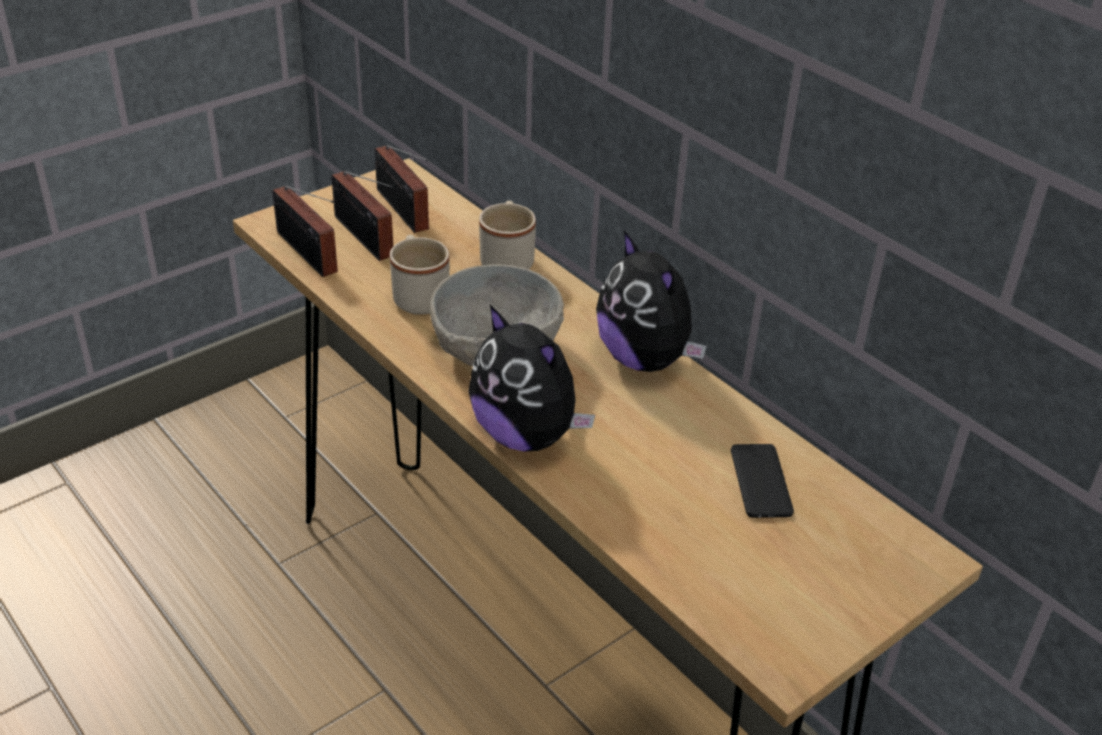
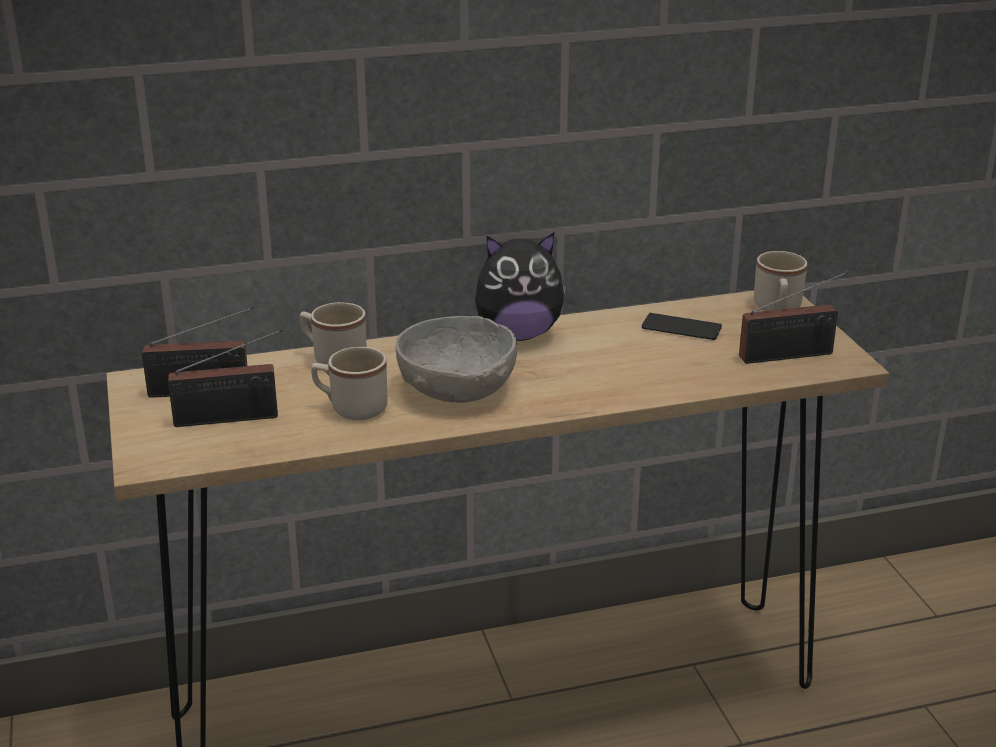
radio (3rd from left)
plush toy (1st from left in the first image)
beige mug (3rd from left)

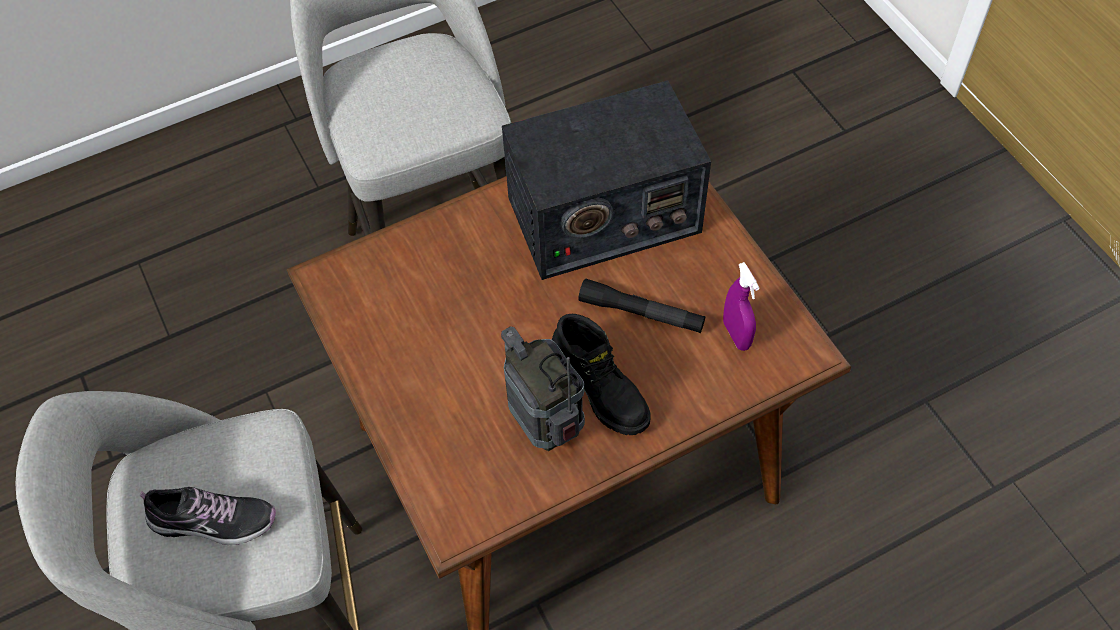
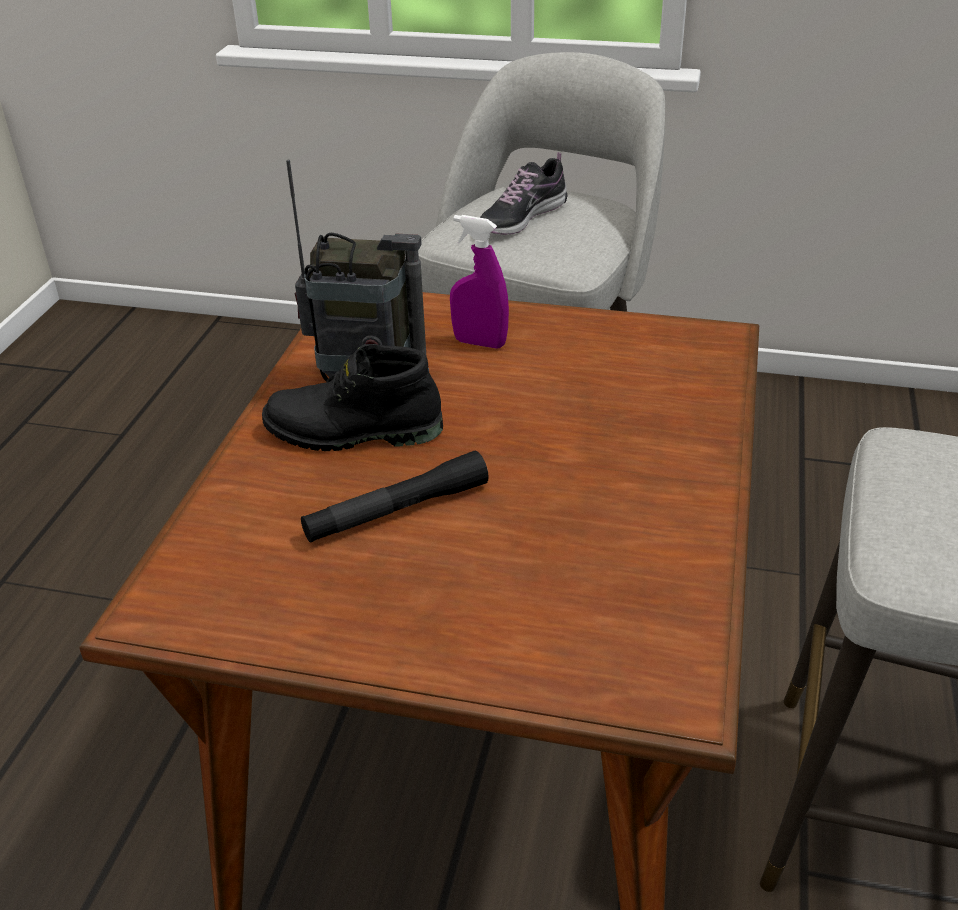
radio (2nd from left in the first image)
purple spray bottle

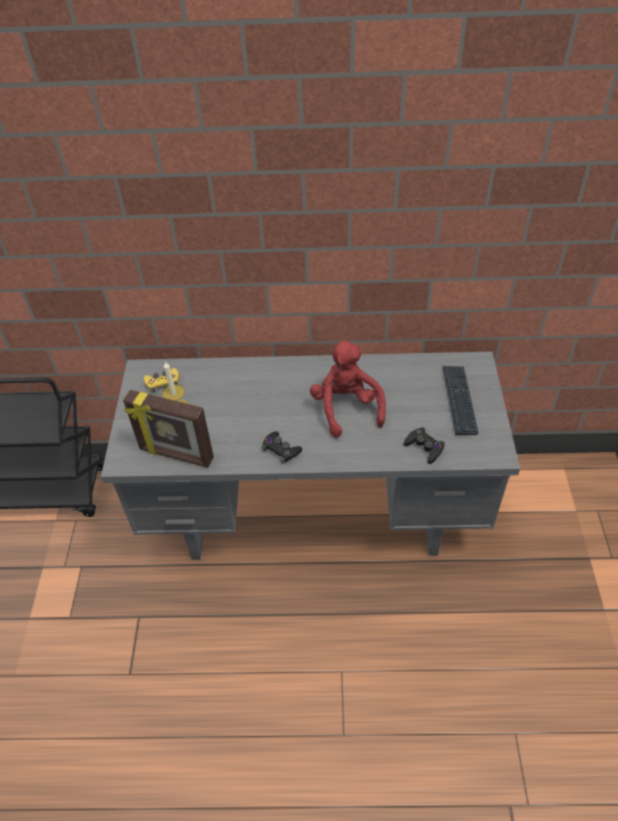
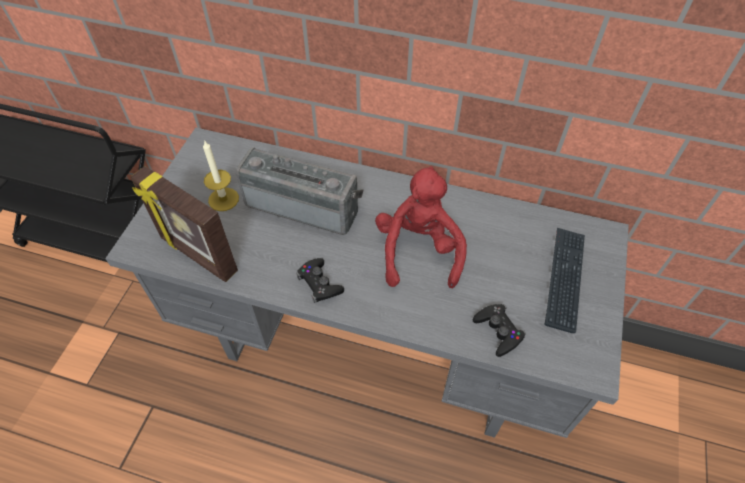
yellow game controller
radio

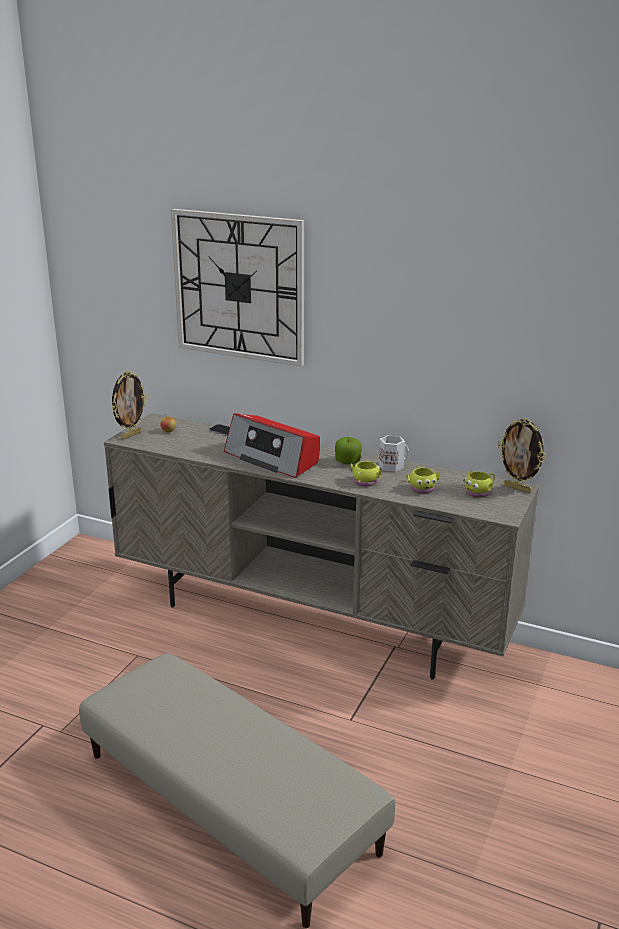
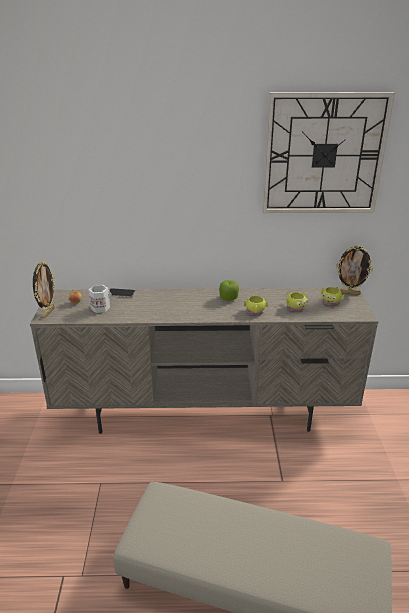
wall clock
radio
white mug

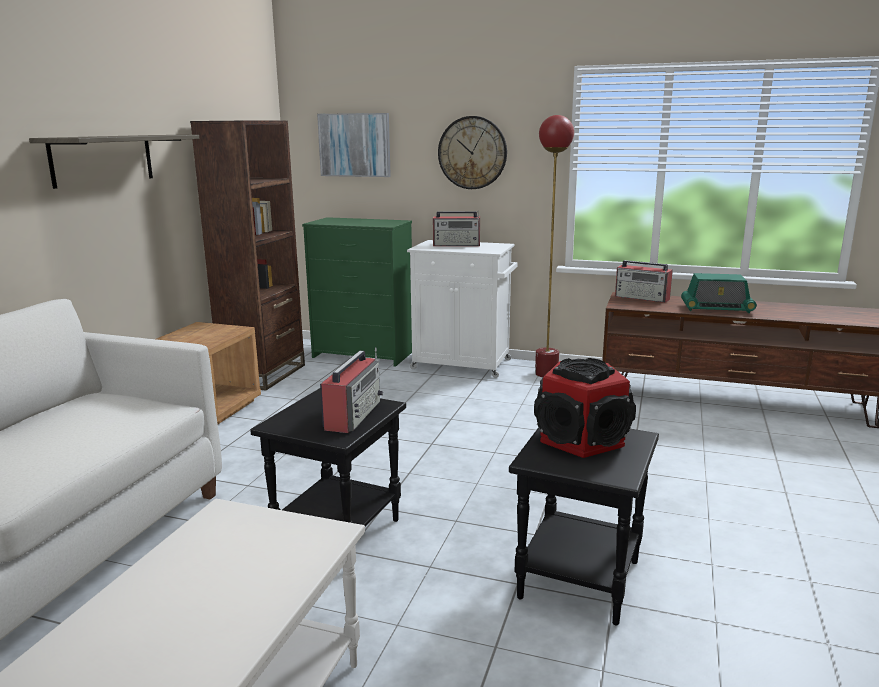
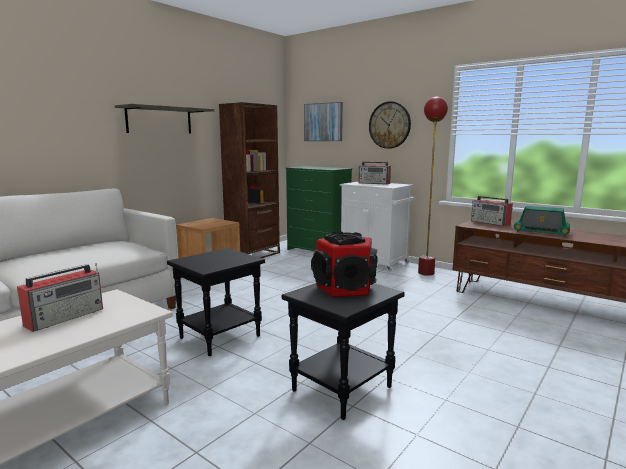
radio (1st from left)

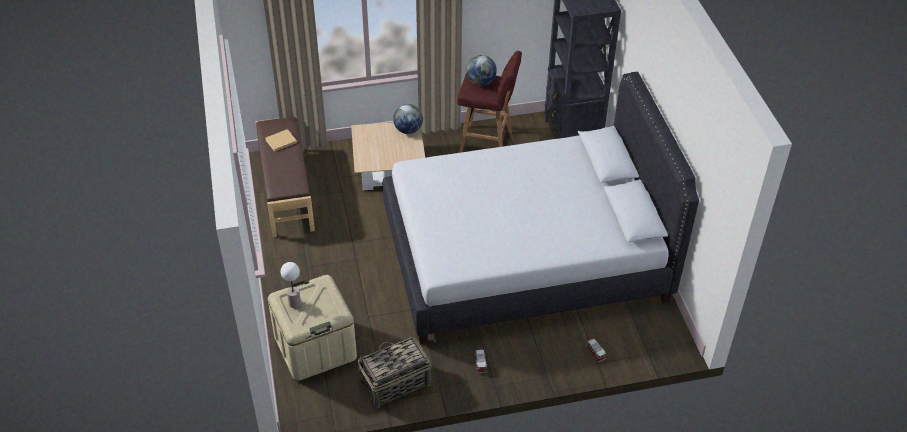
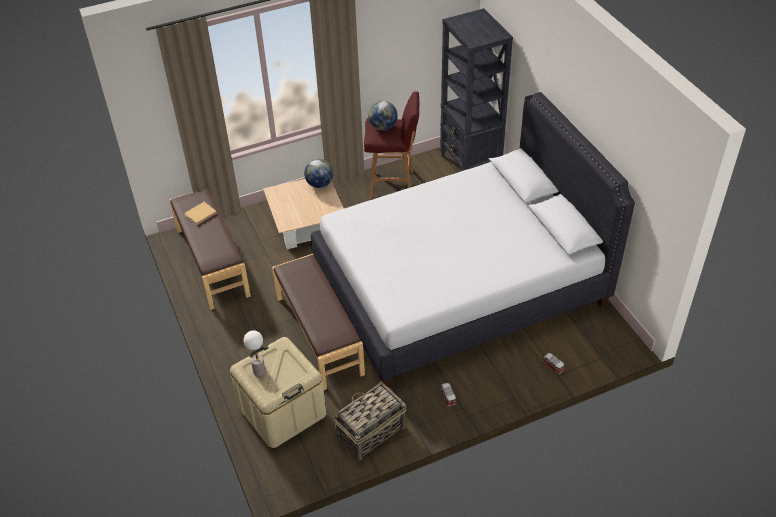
brown bench (2nd from left)

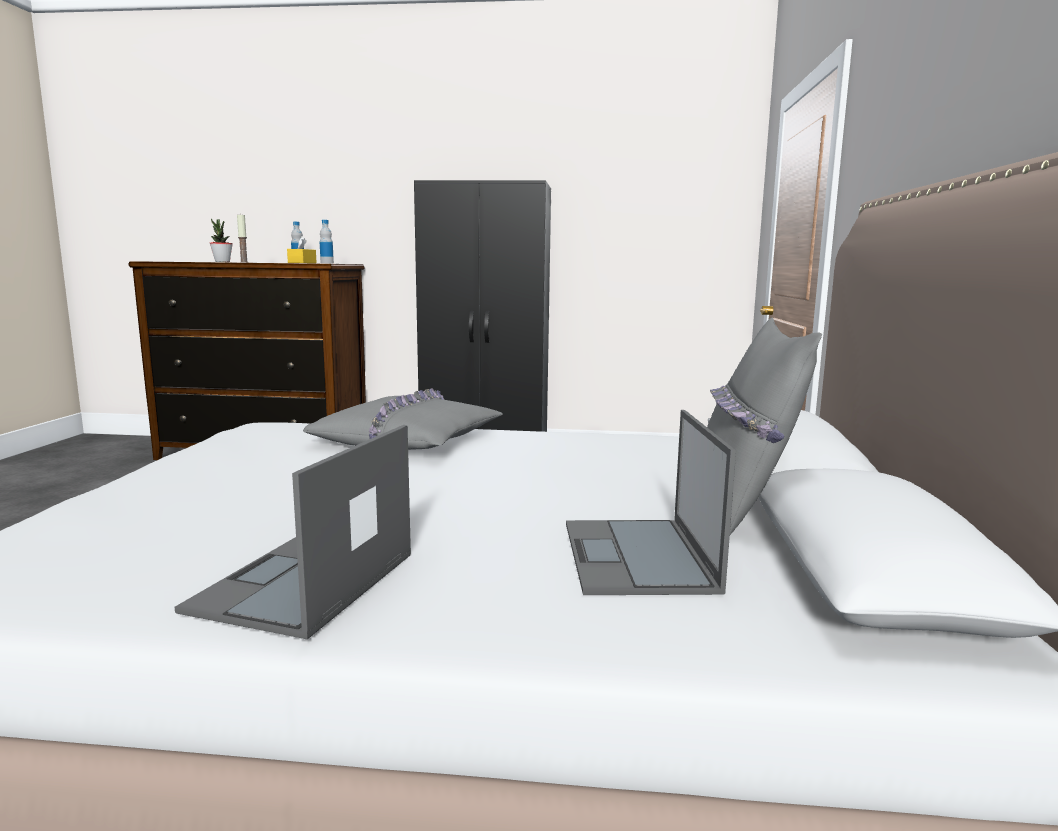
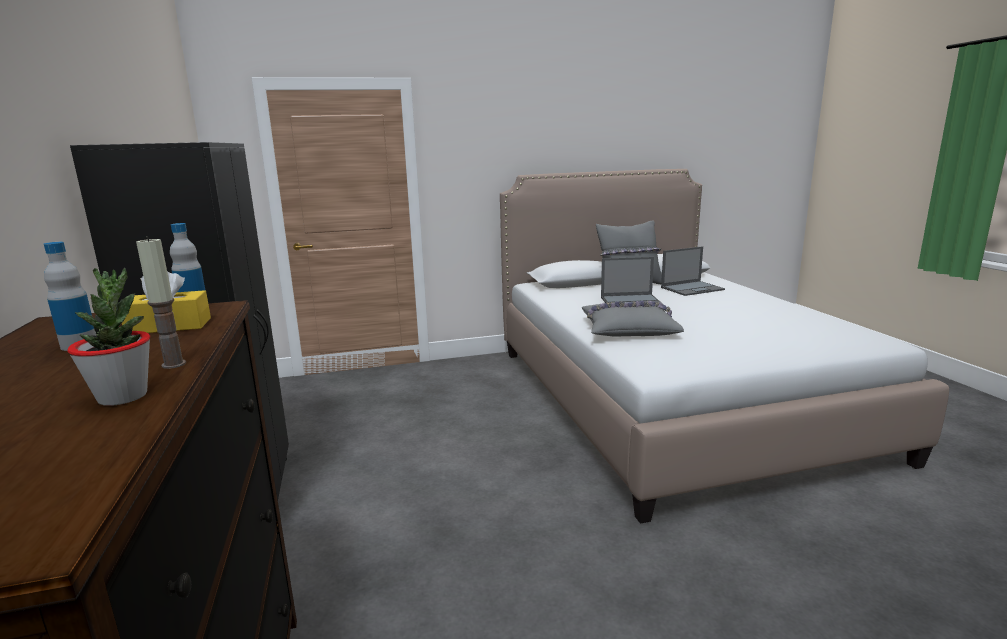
laptop (1st from left)

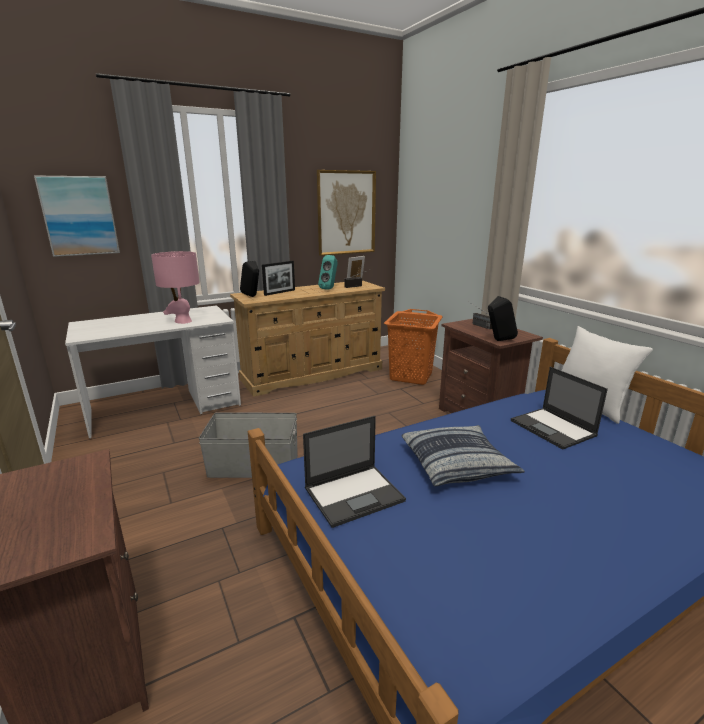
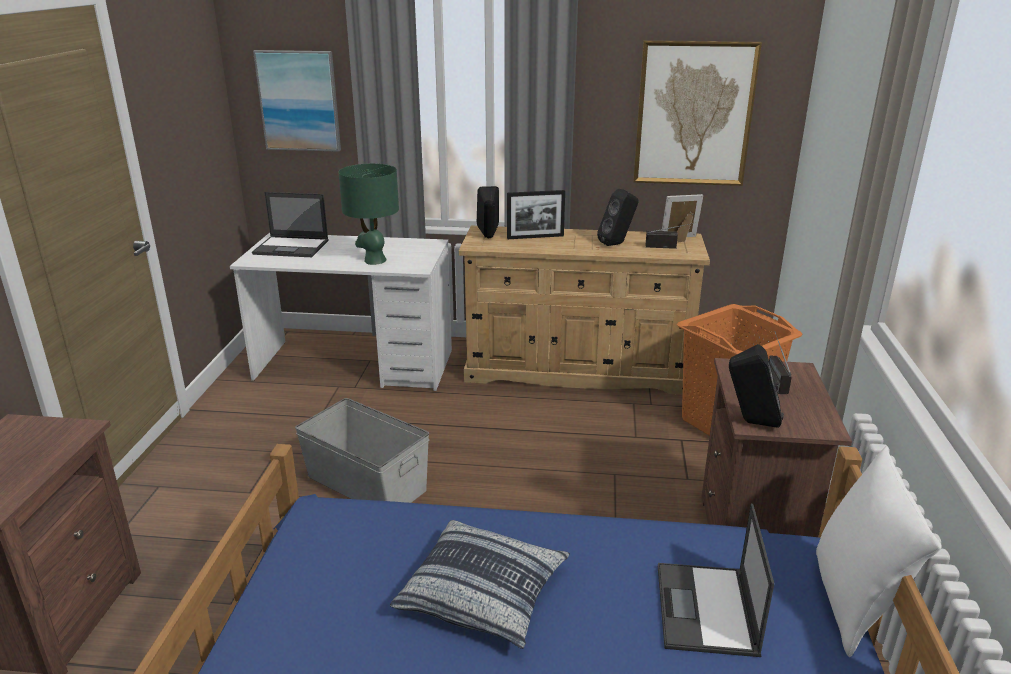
green table lamp
laptop (1st from left)
black speaker (2nd from left)

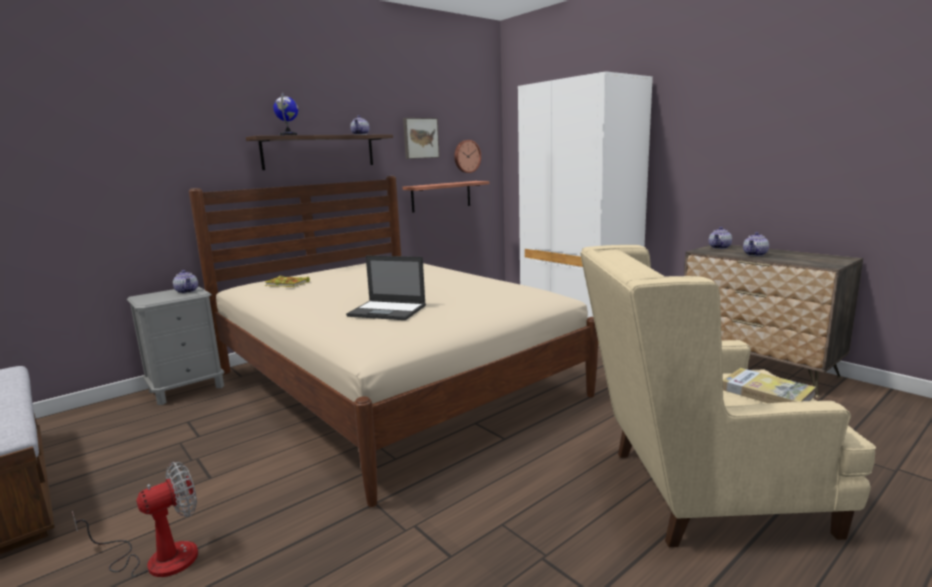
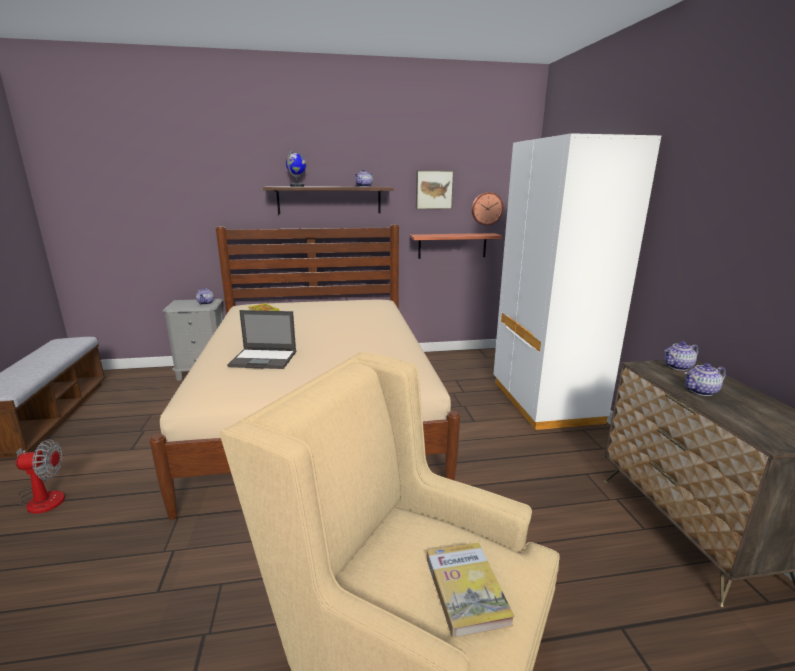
laptop

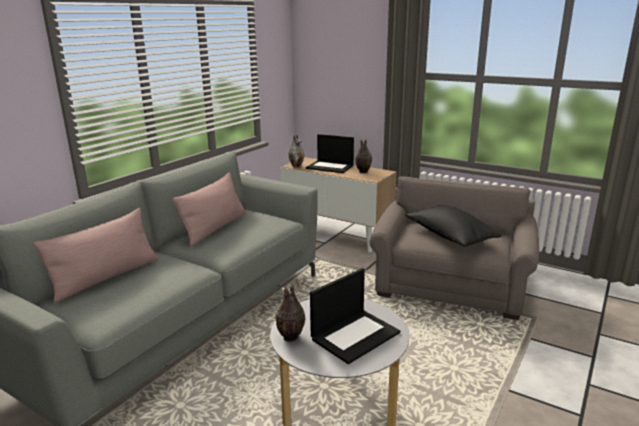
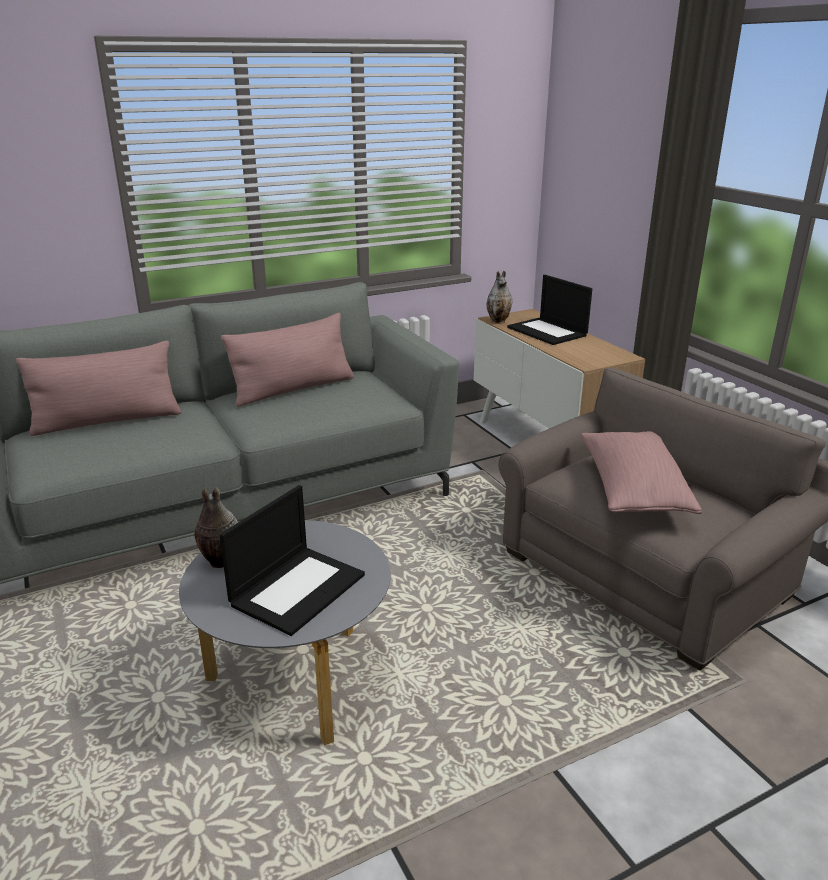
laptop (1st from left)
vase (3rd from left in the first image)
pink pillow (3rd from left)

